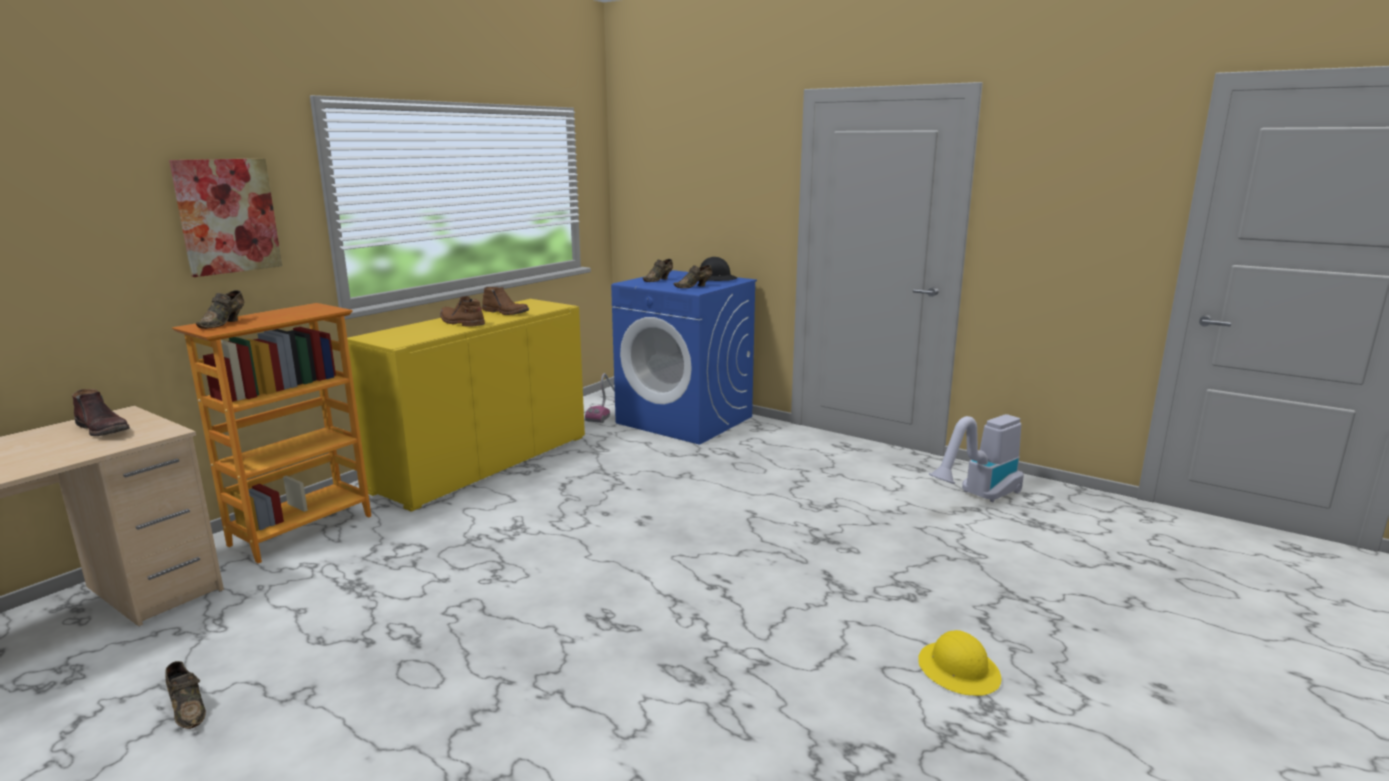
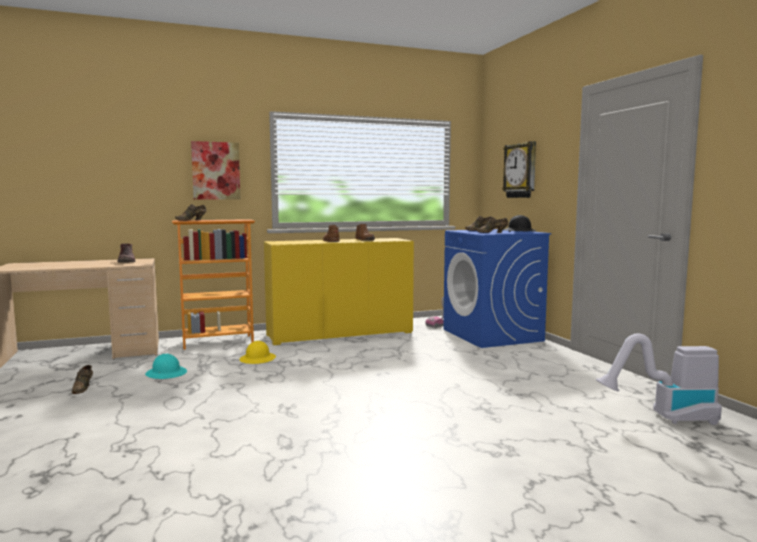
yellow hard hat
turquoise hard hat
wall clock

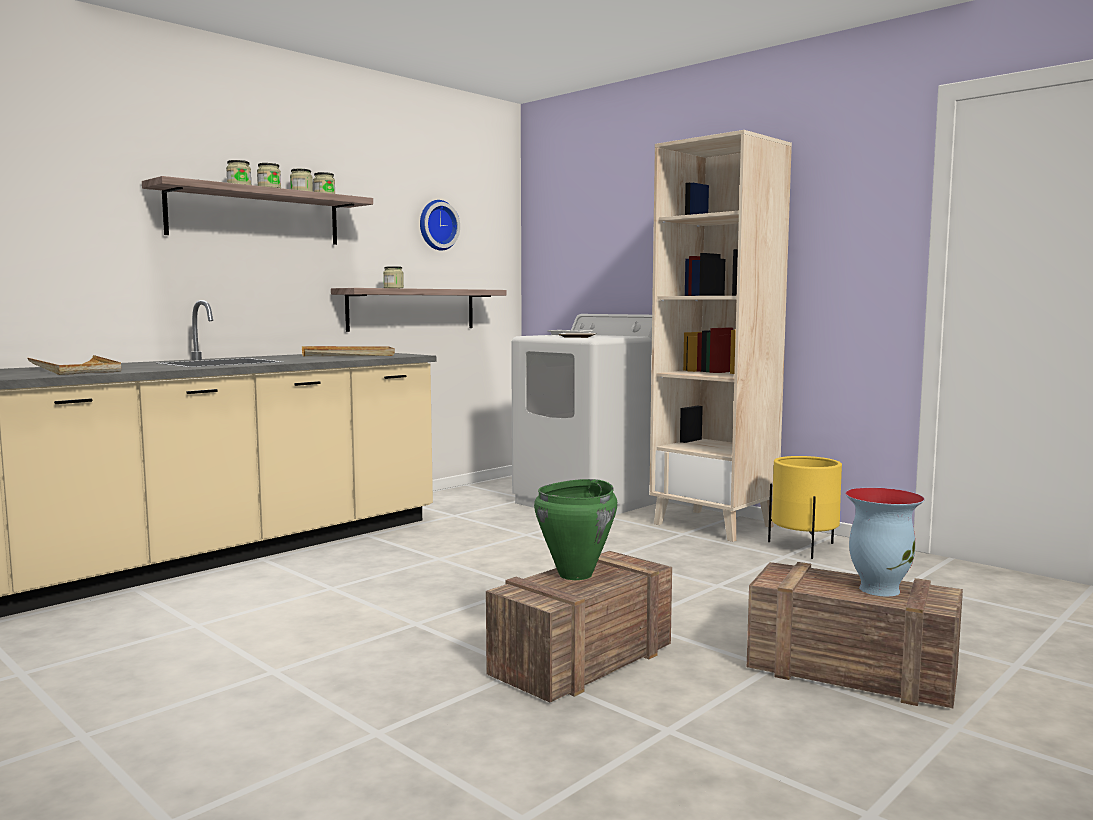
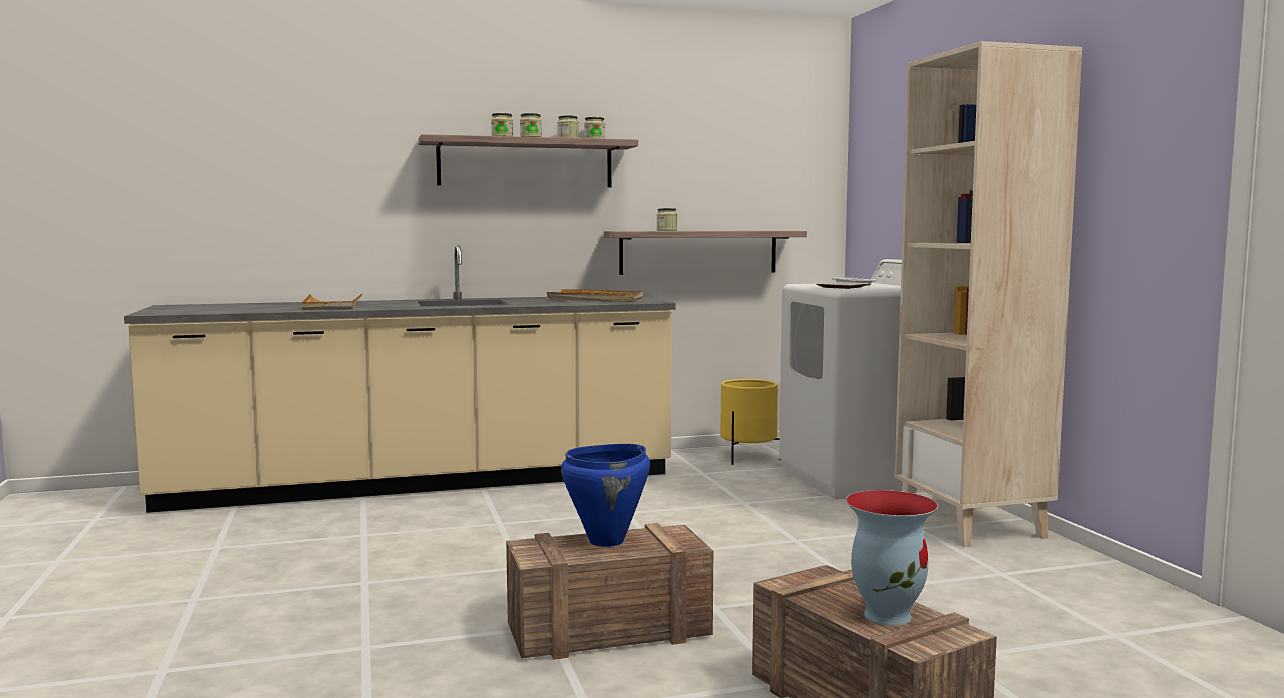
wall clock
blue cooking pot
yellow planter

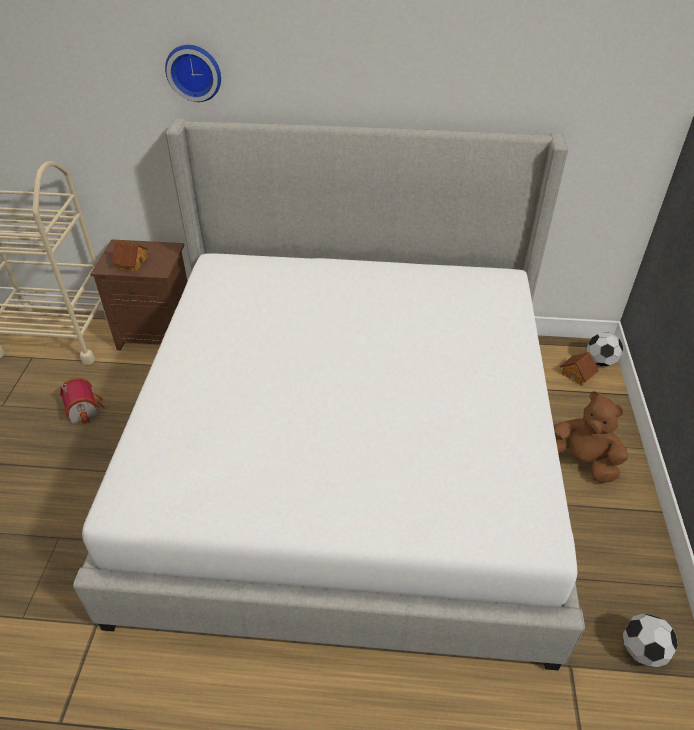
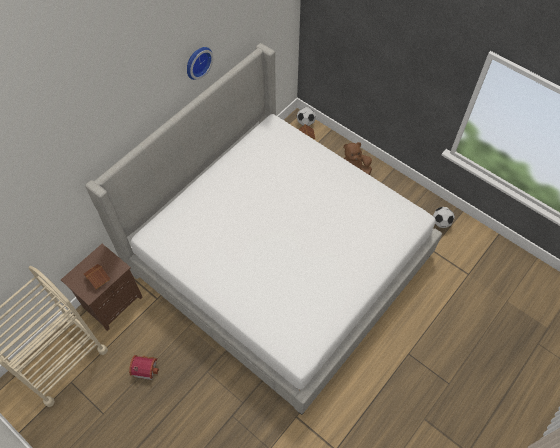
wall clock

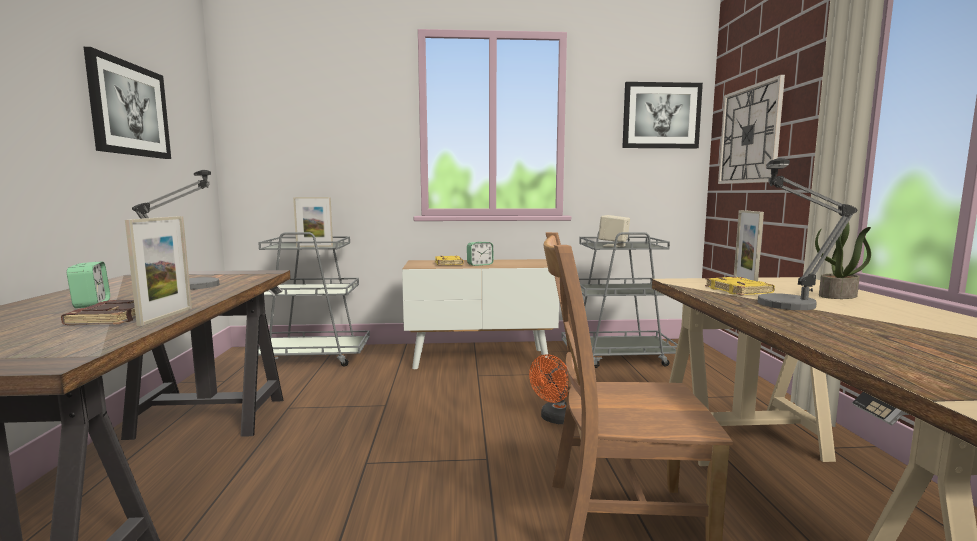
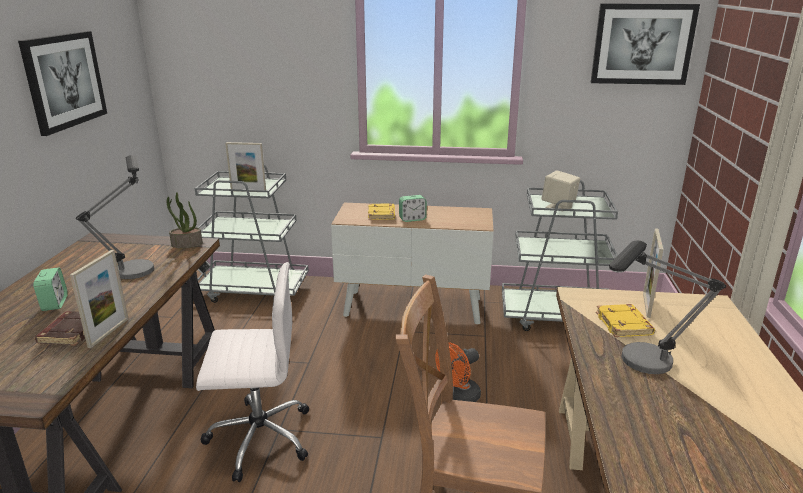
wall clock
potted plant
white office chair

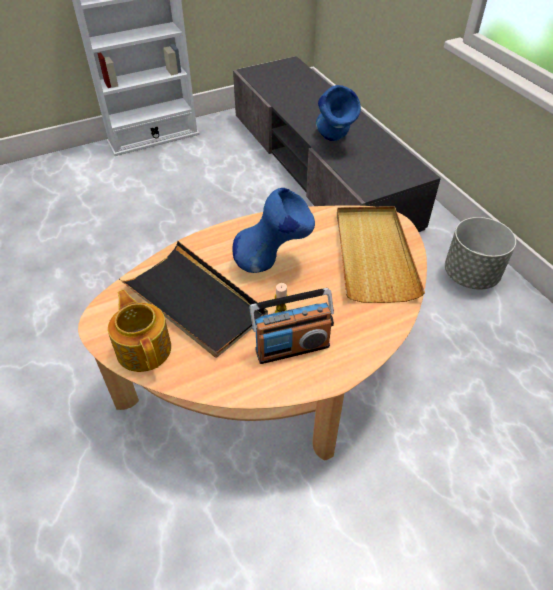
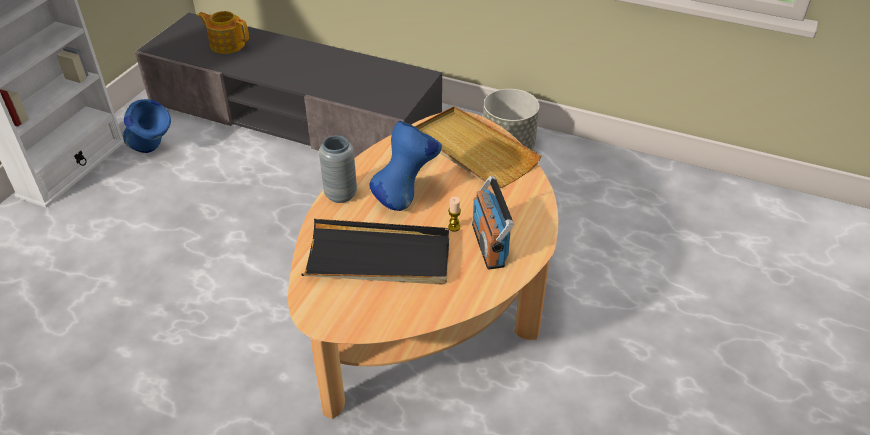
teapot
radio
blue vase (1st from left)
grey vase

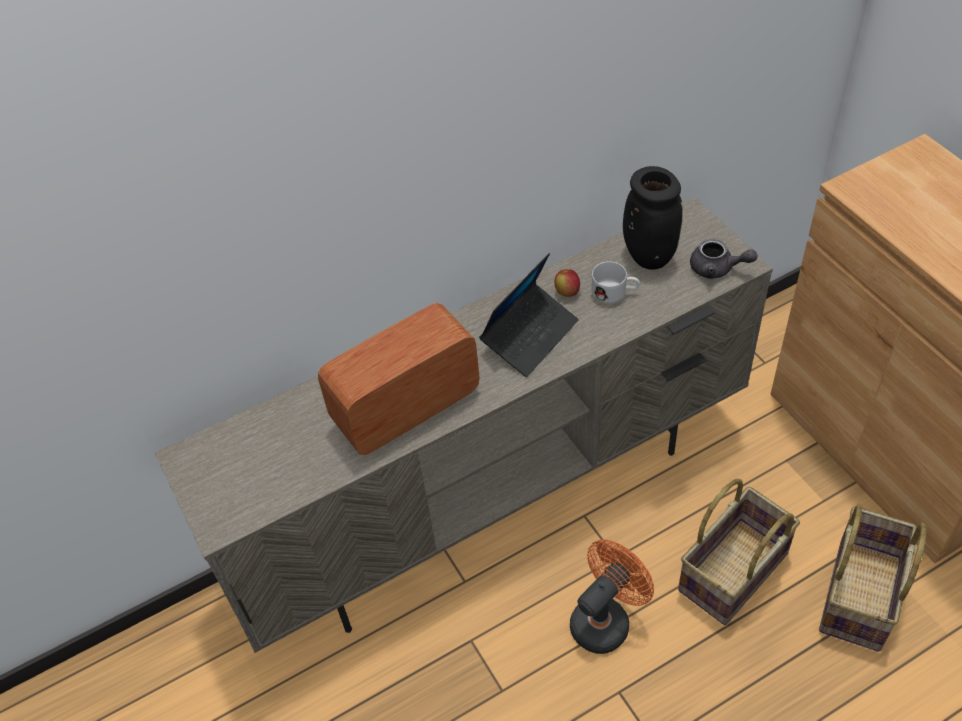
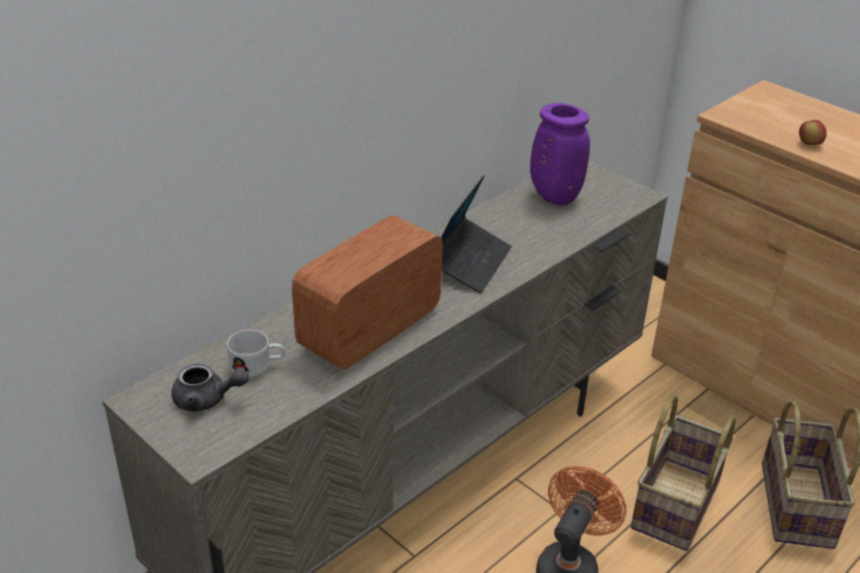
apple
white mug
purple vase
grey teapot

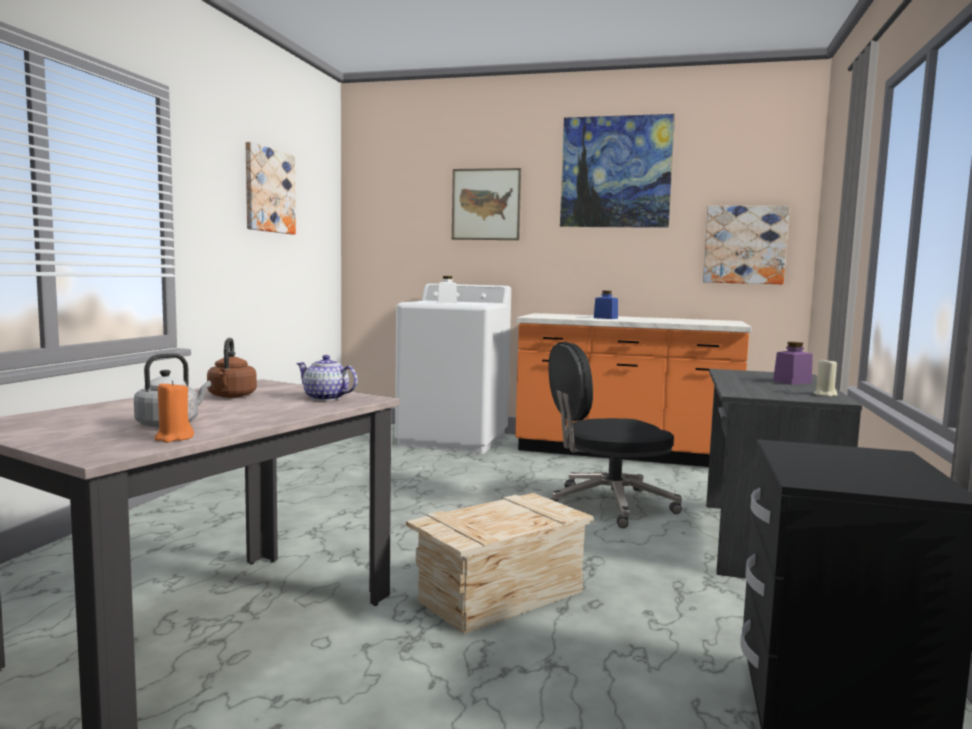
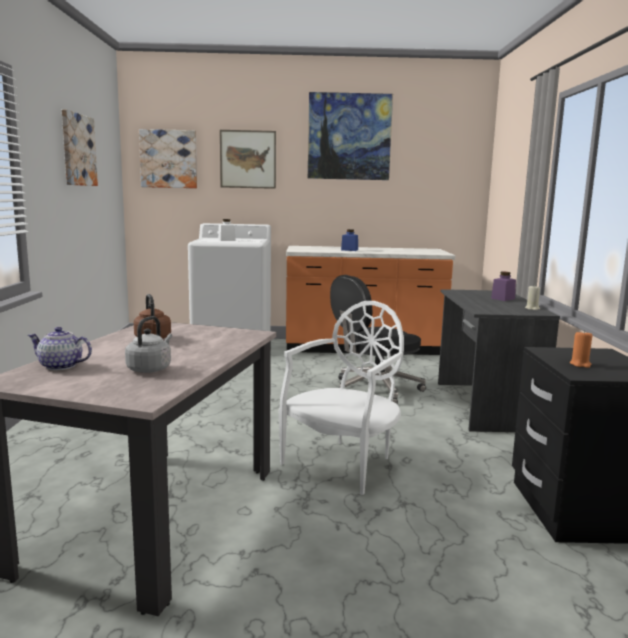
orange candle
teapot
white chair
picture (2nd from left)

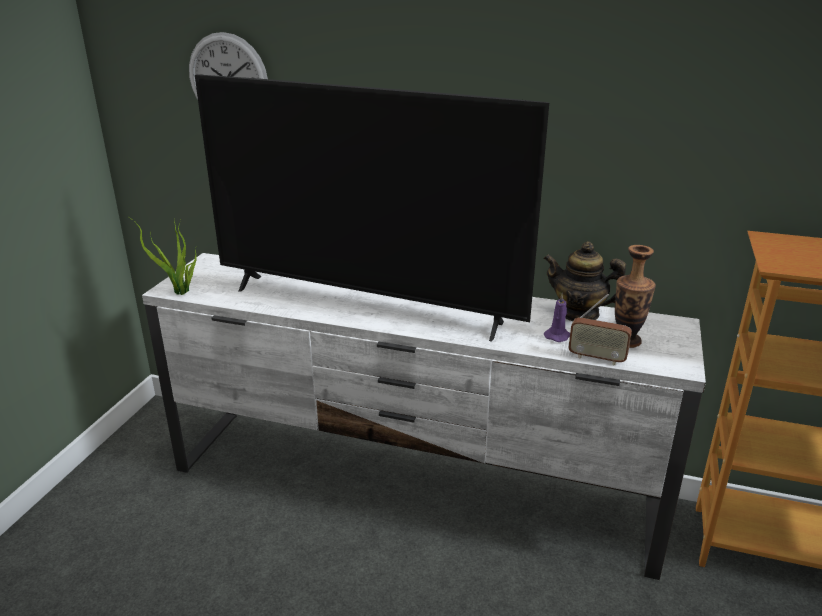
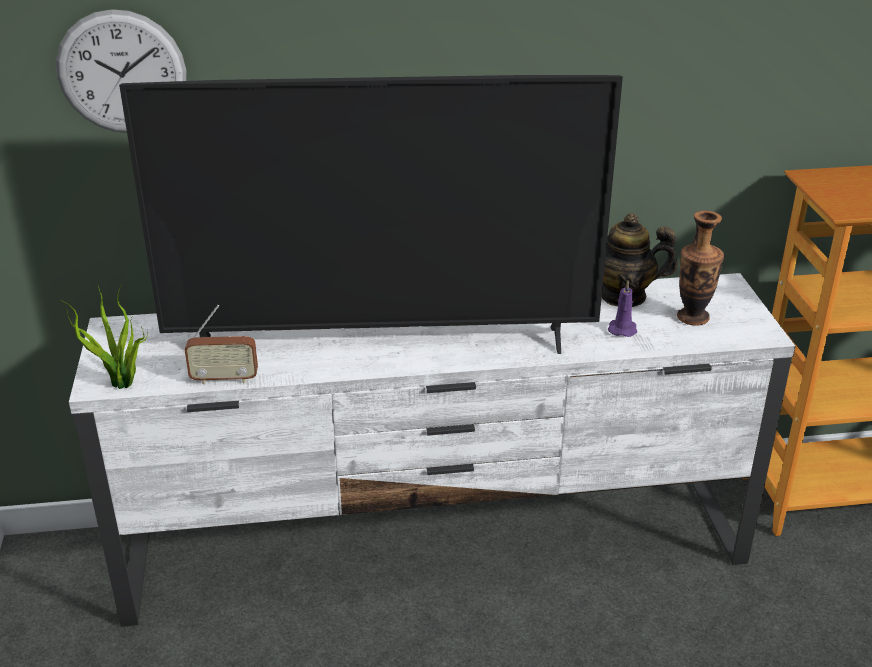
radio

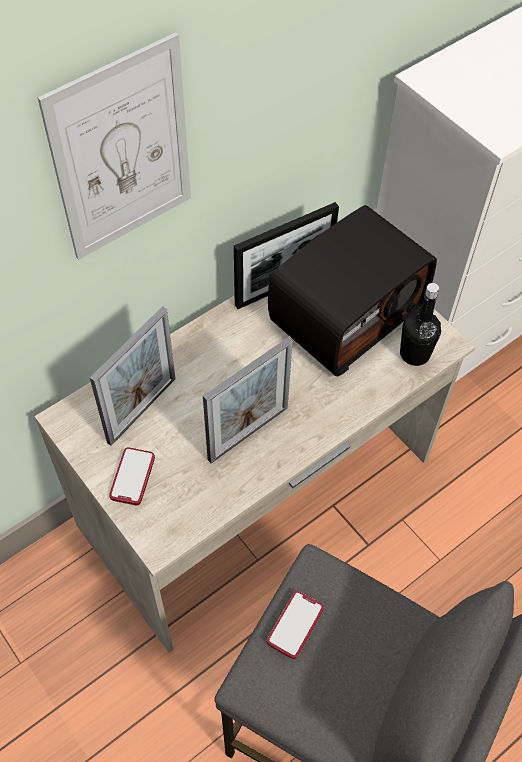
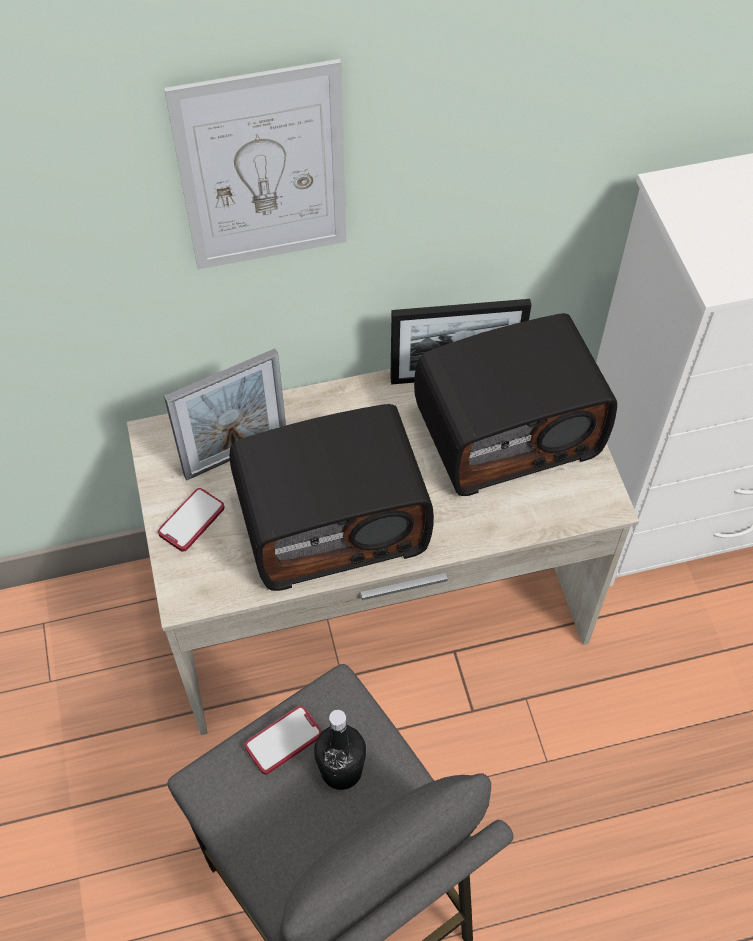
radio (1st from left)
black bottle

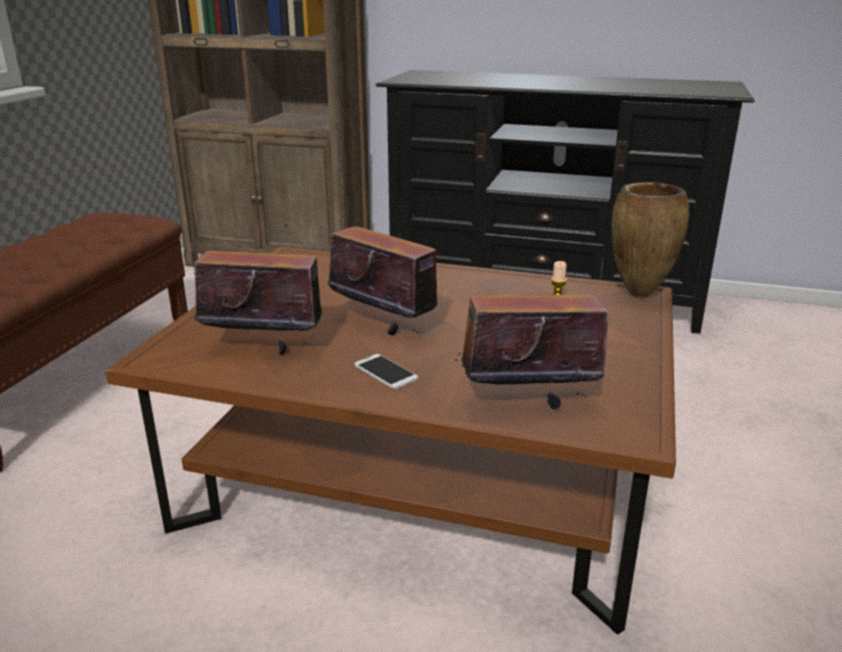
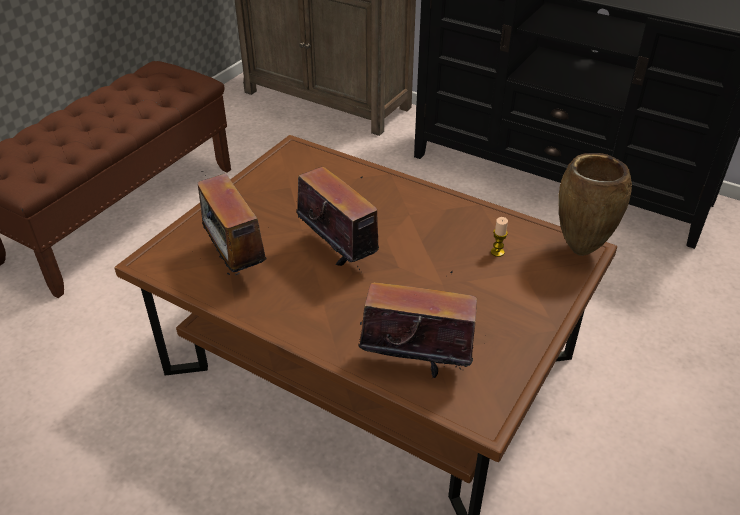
radio (1st from left)
phone

